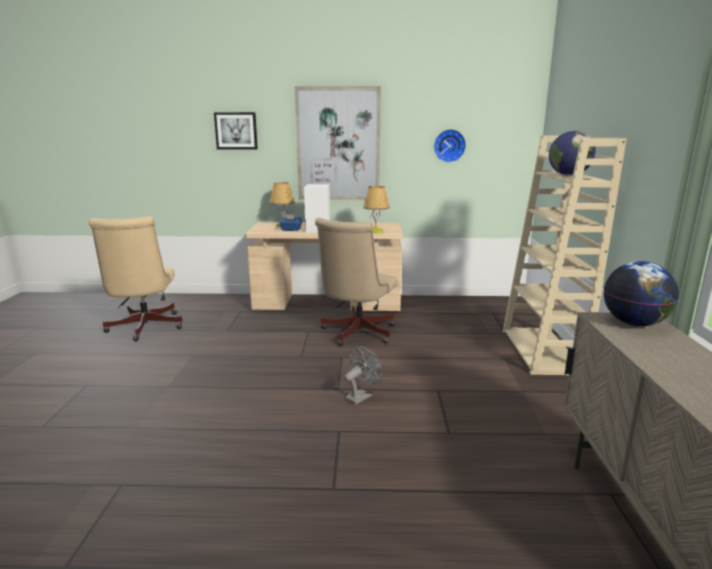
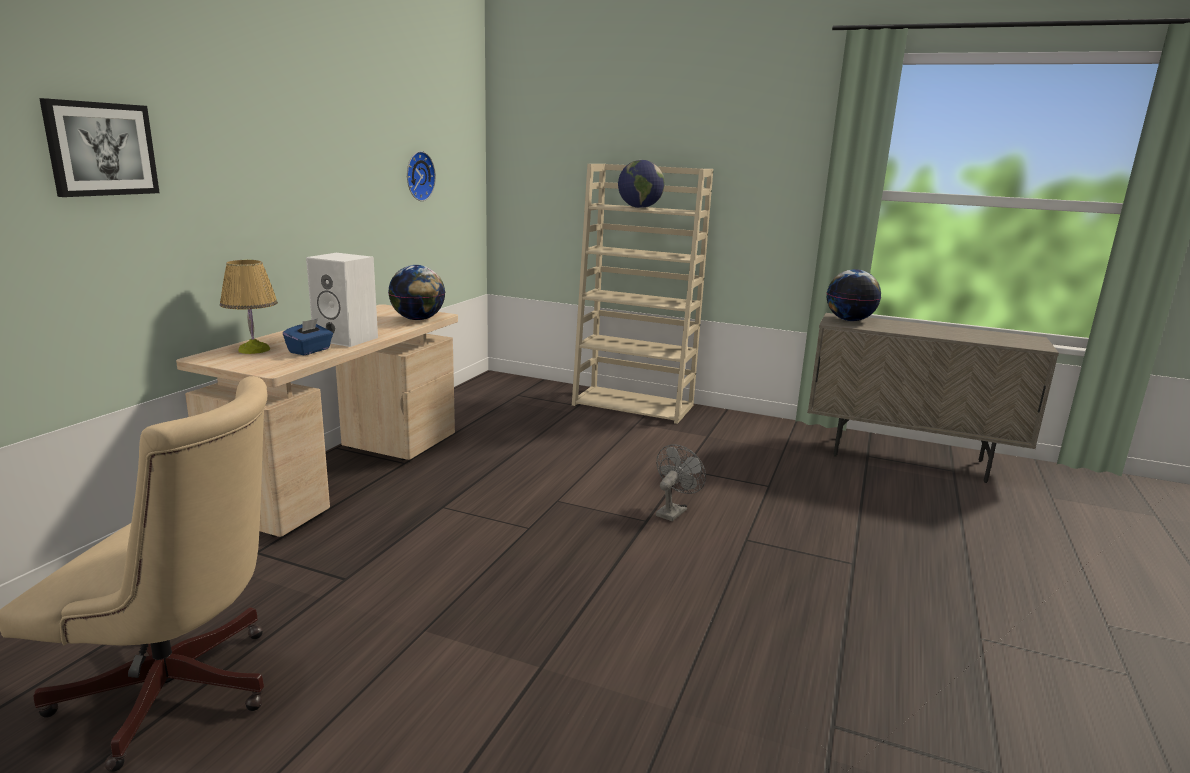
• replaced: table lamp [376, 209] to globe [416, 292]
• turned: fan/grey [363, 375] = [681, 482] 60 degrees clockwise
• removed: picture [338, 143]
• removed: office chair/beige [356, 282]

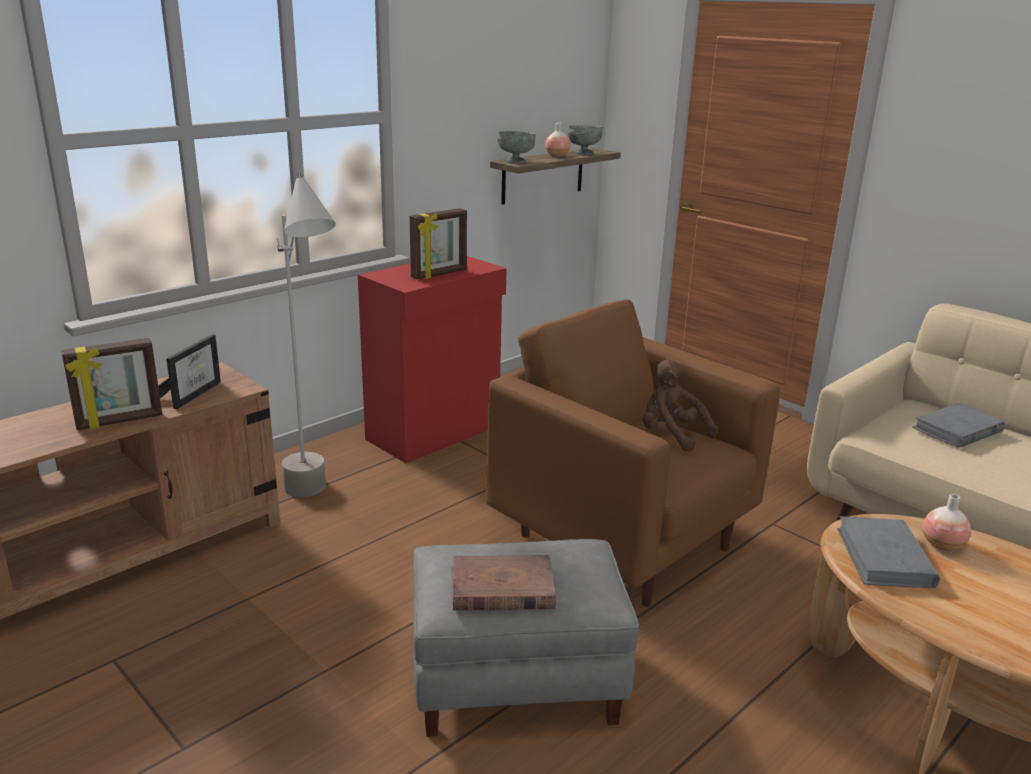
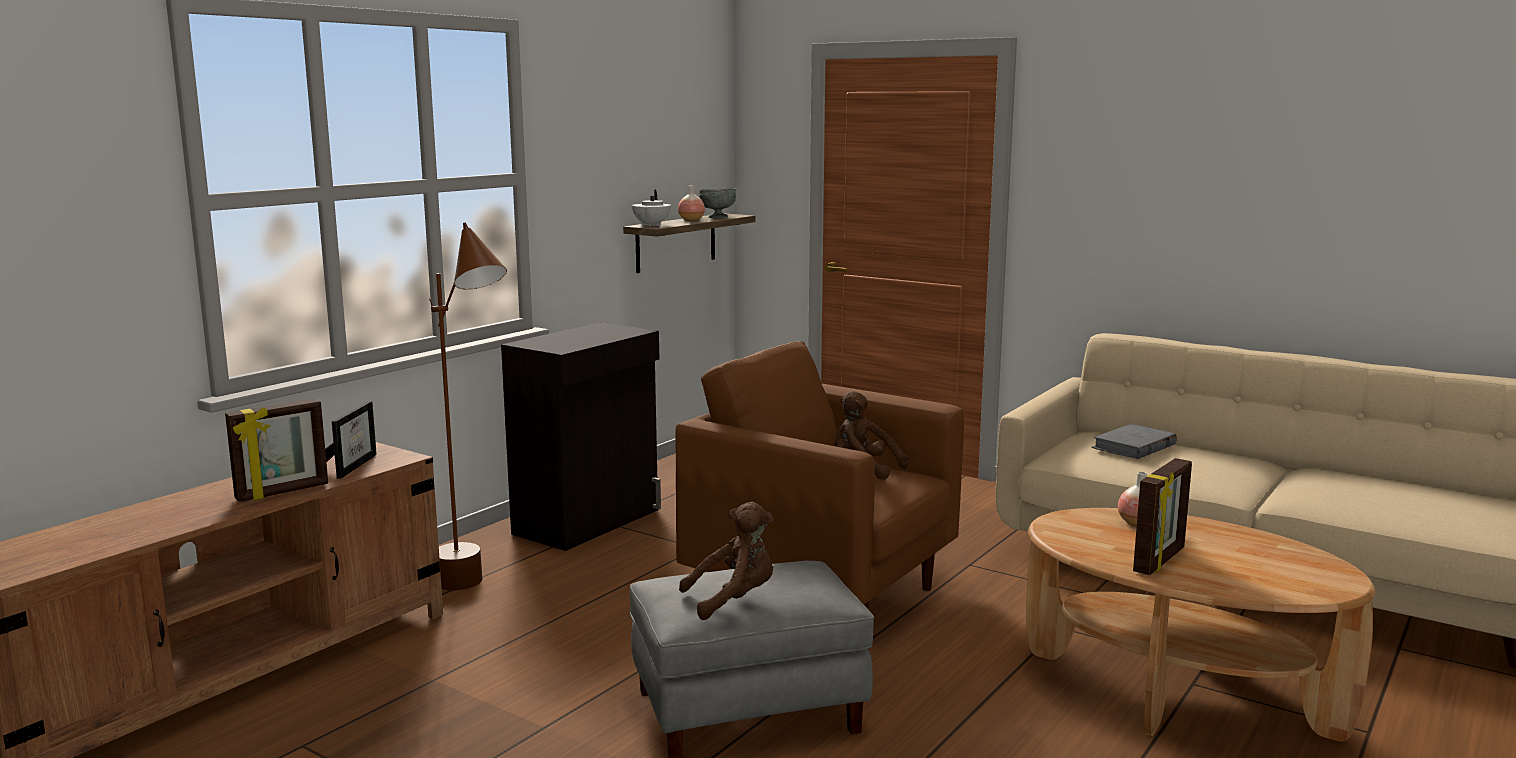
• recoloured: floor lamp/grey [306, 334] to floor lamp/brown [468, 407]
• recoloured: cabinet/red [432, 359] to cabinet/black [581, 436]
• replaced: bowl/grey [516, 147] to teapot/white [651, 208]
• replaced: book/brown [504, 583] to plush toy/brown [726, 561]
• moved: picture frame [438, 244] to [1162, 516]
• removed: book/grey [888, 552]

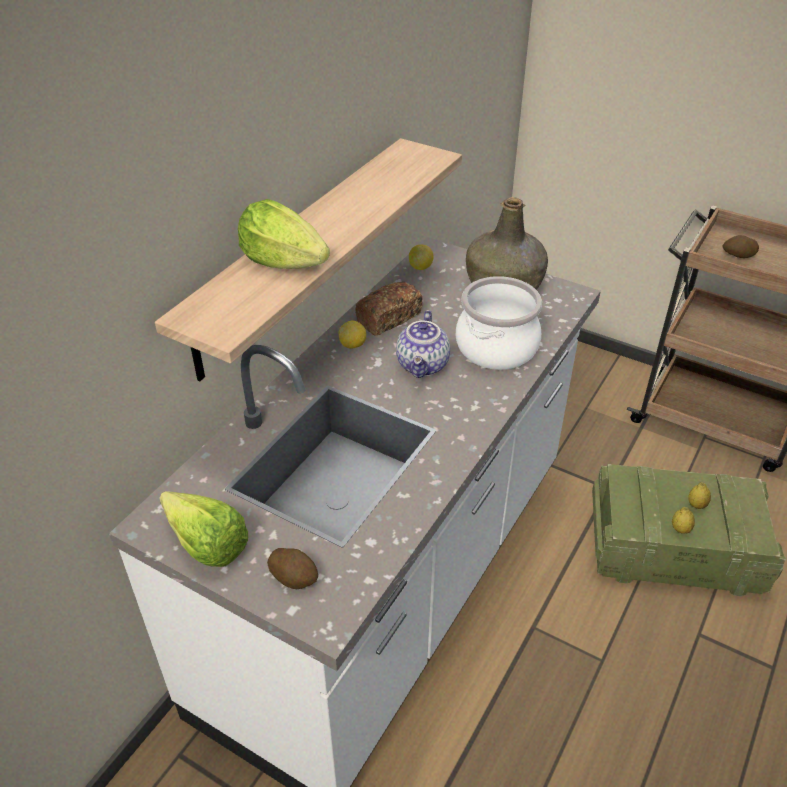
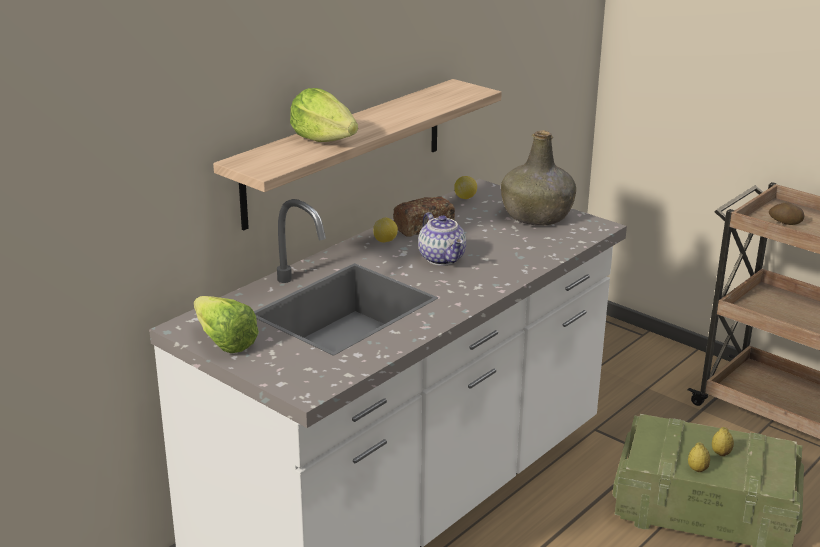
• turned: teapot [423, 344] = [442, 239] 45 degrees counterclockwise
• removed: potato [292, 568]
• removed: cooking pot [499, 323]

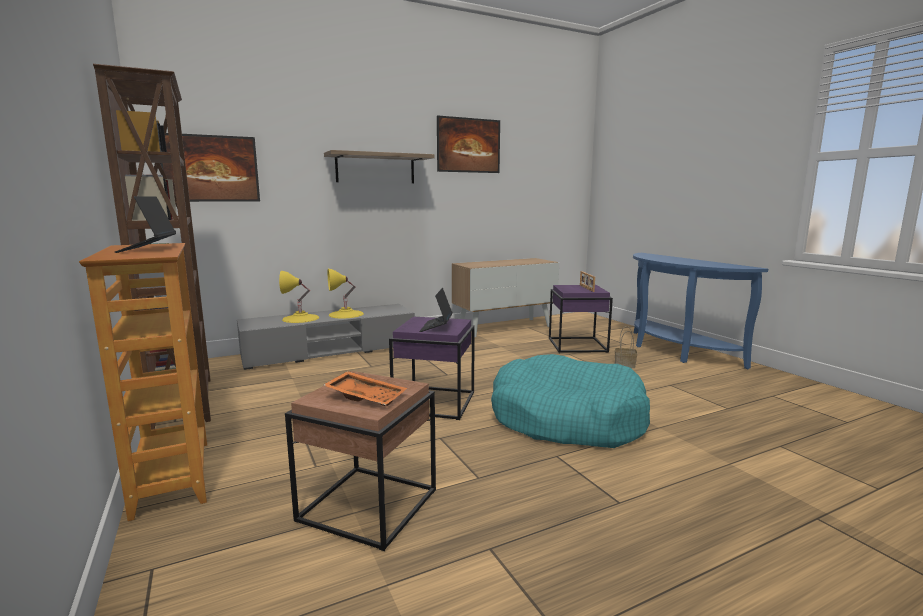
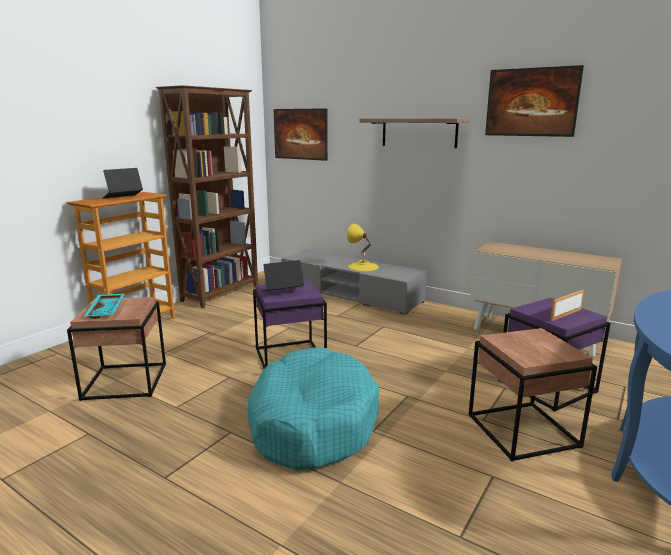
• recoloured: tray/orange [365, 388] to tray/turquoise [104, 306]
• replaced: basket [626, 347] to side table/brown [533, 395]
• removed: table lamp/yellow [299, 297]

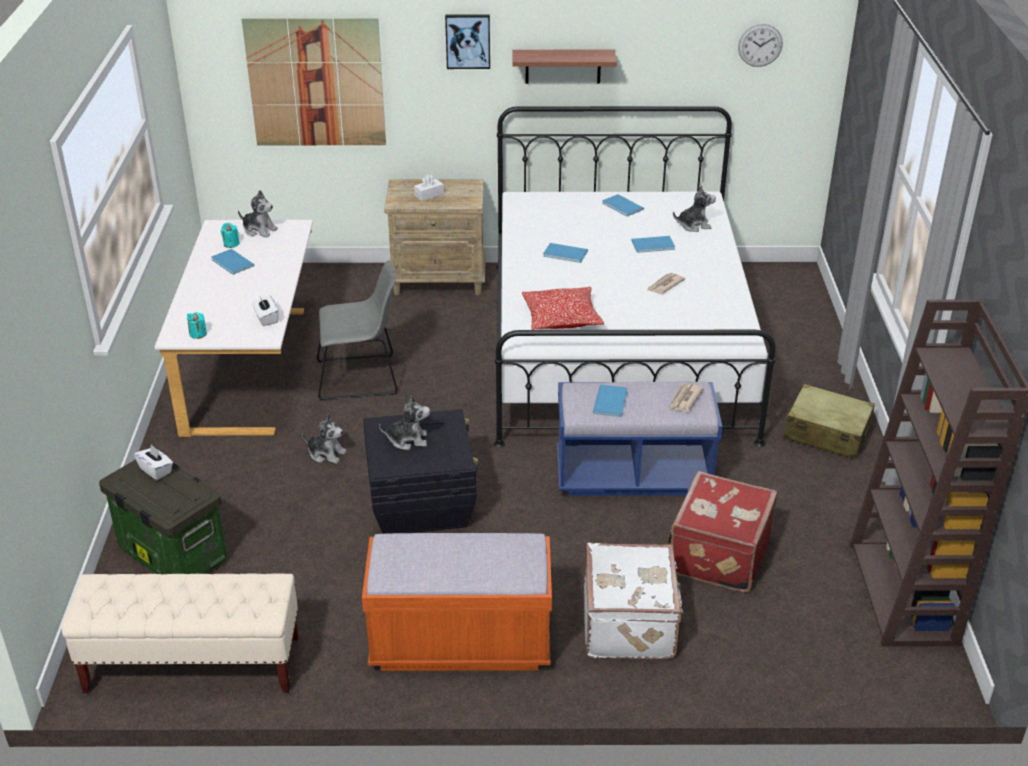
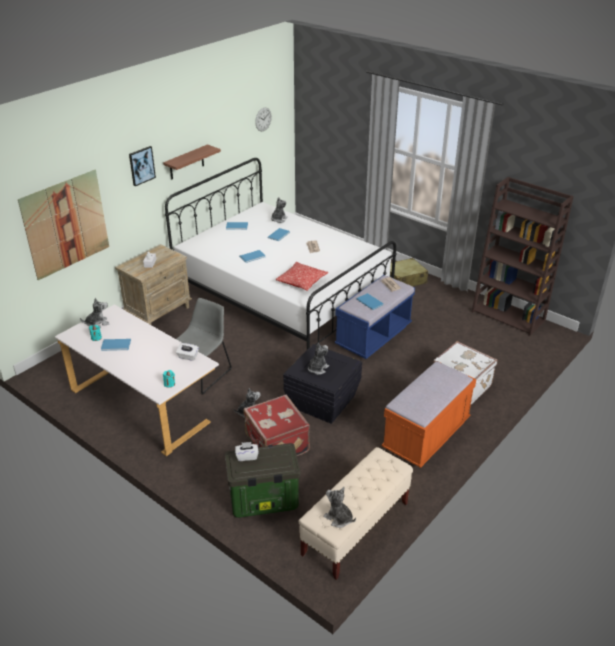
• moved: suitcase/red [722, 531] to [276, 425]
• added: plush toy [339, 507]

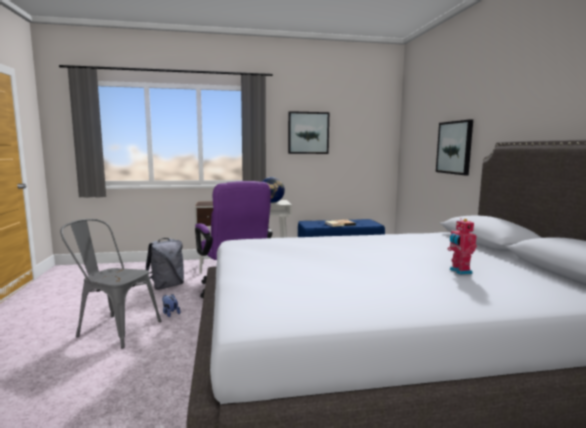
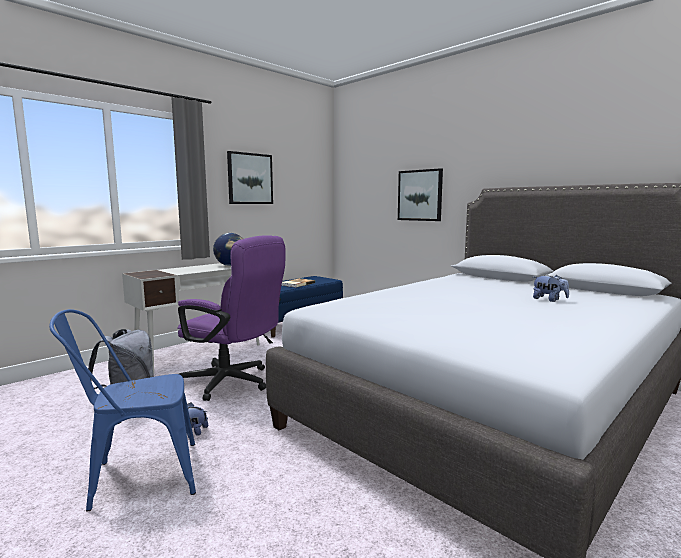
• recoloured: chair/grey [111, 284] to chair/blue [122, 410]
• replaced: toy robot [462, 246] to plush toy [551, 288]

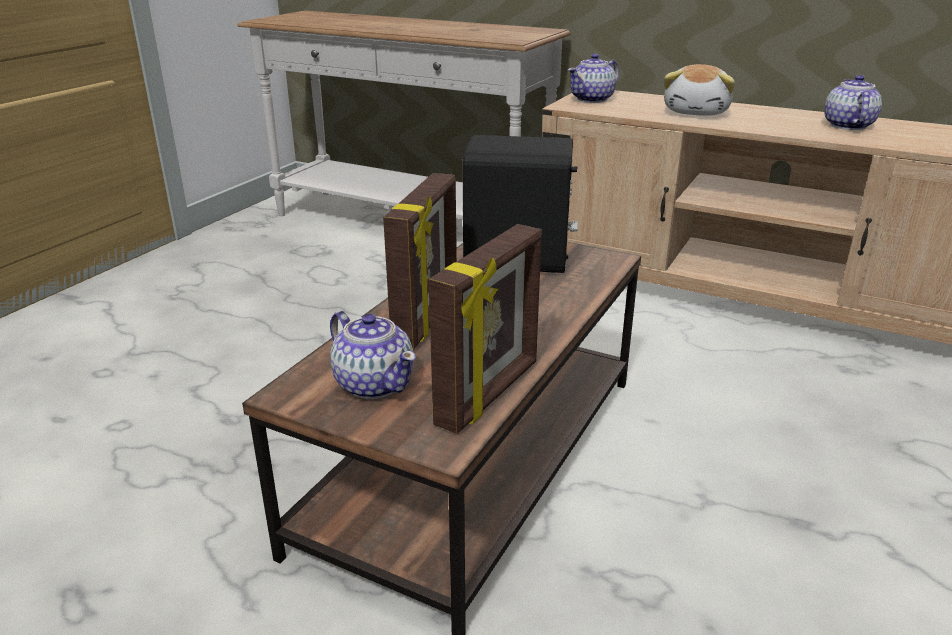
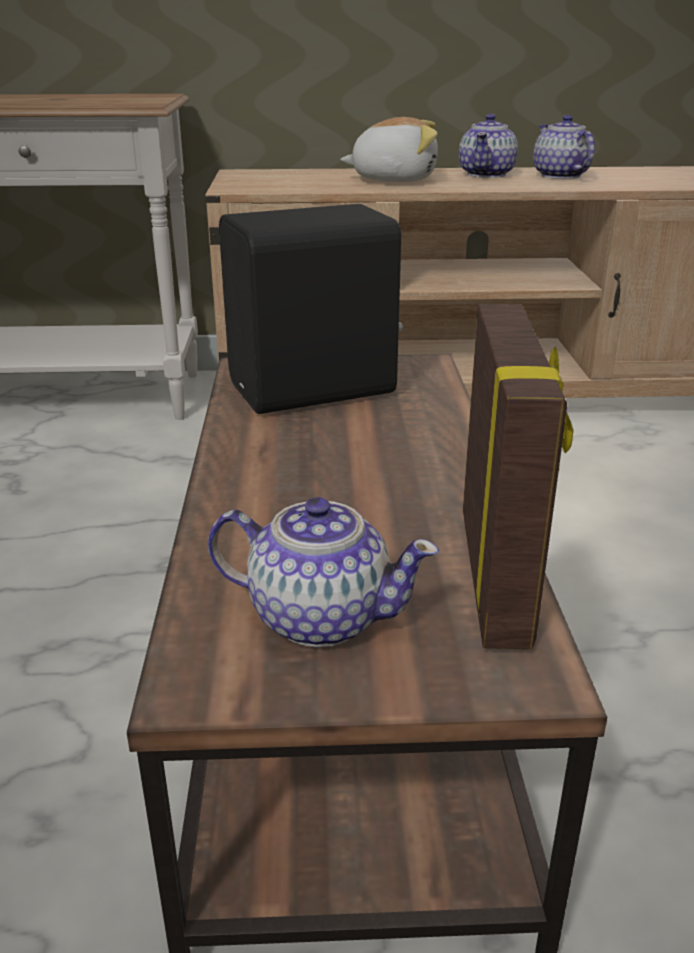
• turned: plush toy [699, 90] = [389, 149] 75 degrees counterclockwise
• moved: teapot [593, 78] to [488, 146]
• removed: picture frame [420, 261]

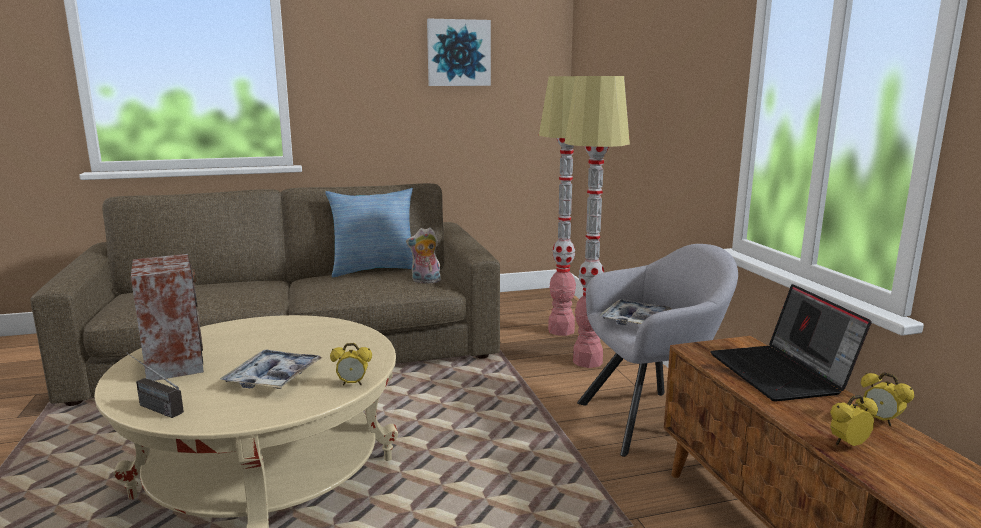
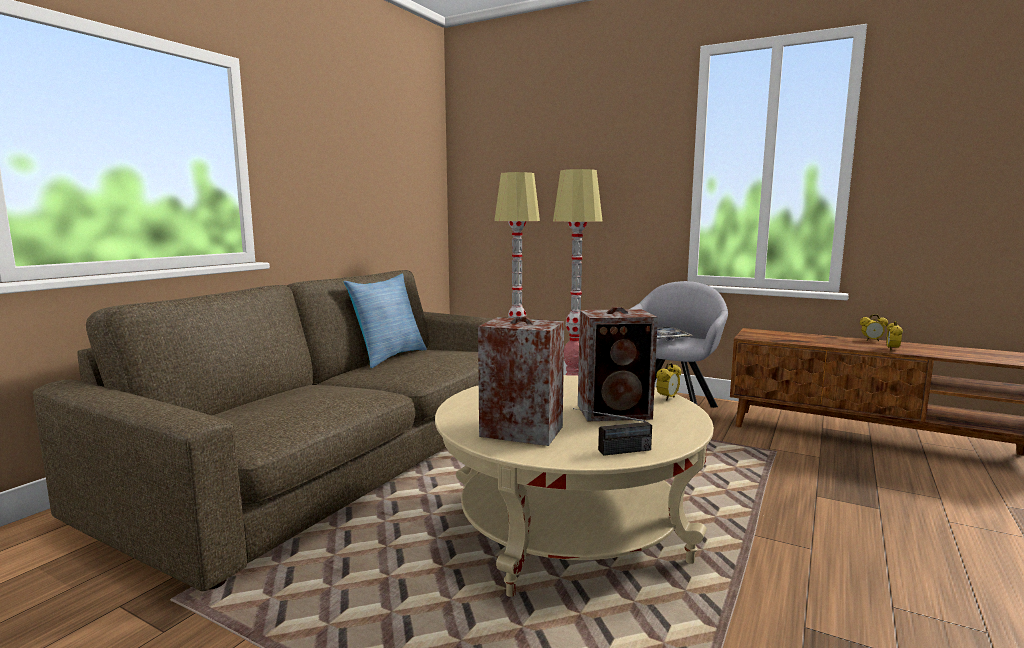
• replaced: tray [271, 369] to speaker [618, 364]
• removed: plush toy [423, 256]
• removed: picture [459, 52]
• removed: laptop [791, 342]

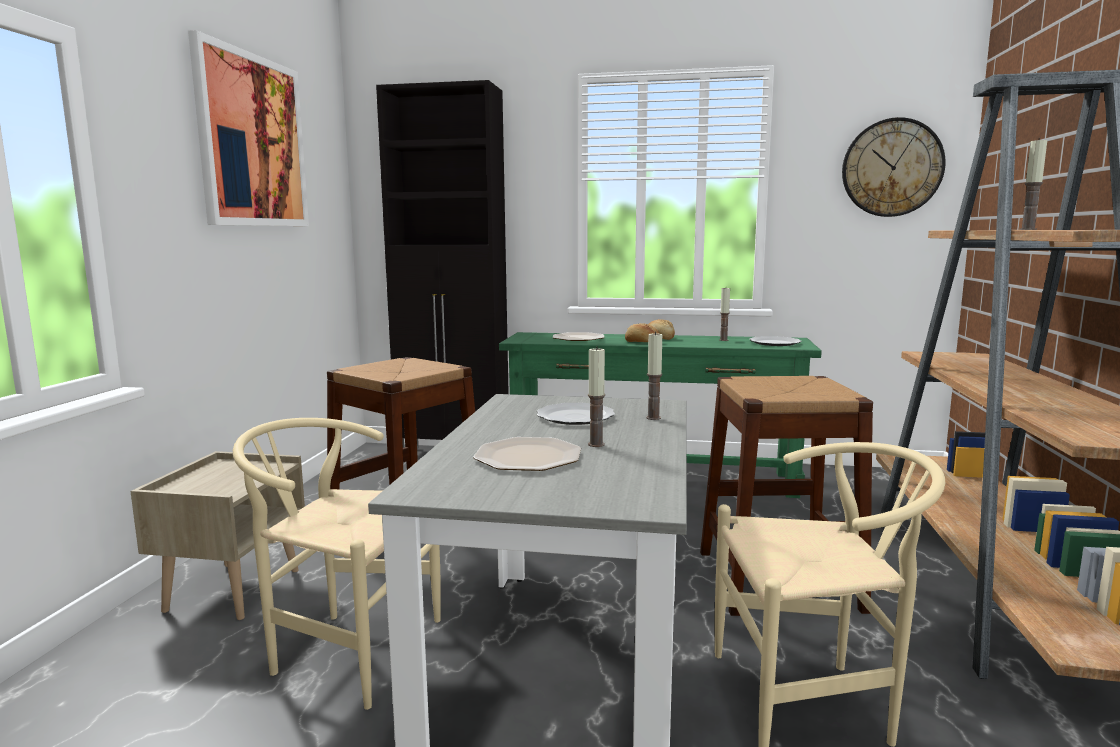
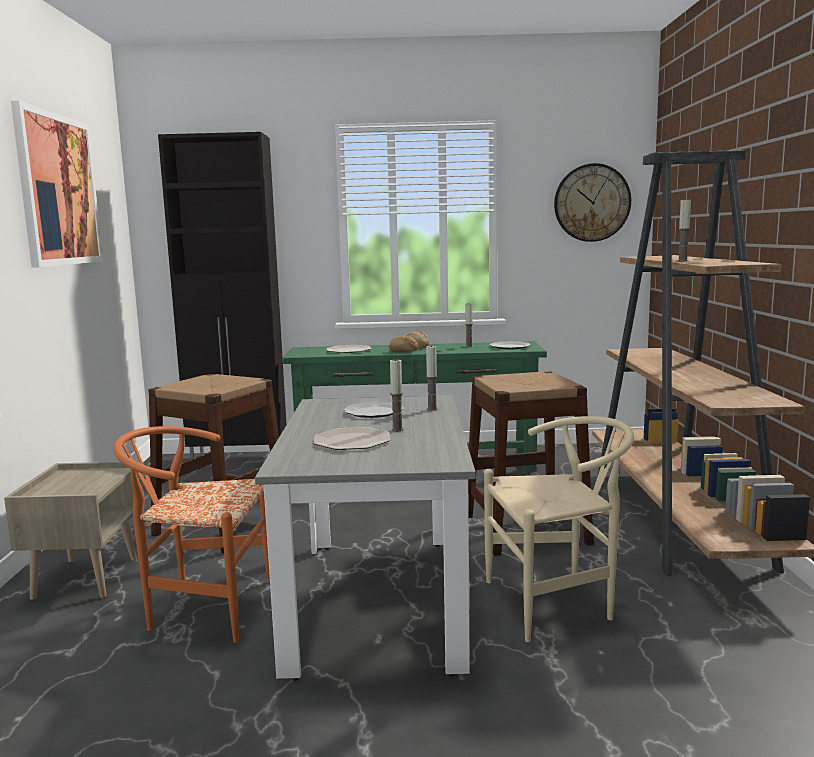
• recoloured: chair/beige [337, 564] to chair/orange [192, 534]

